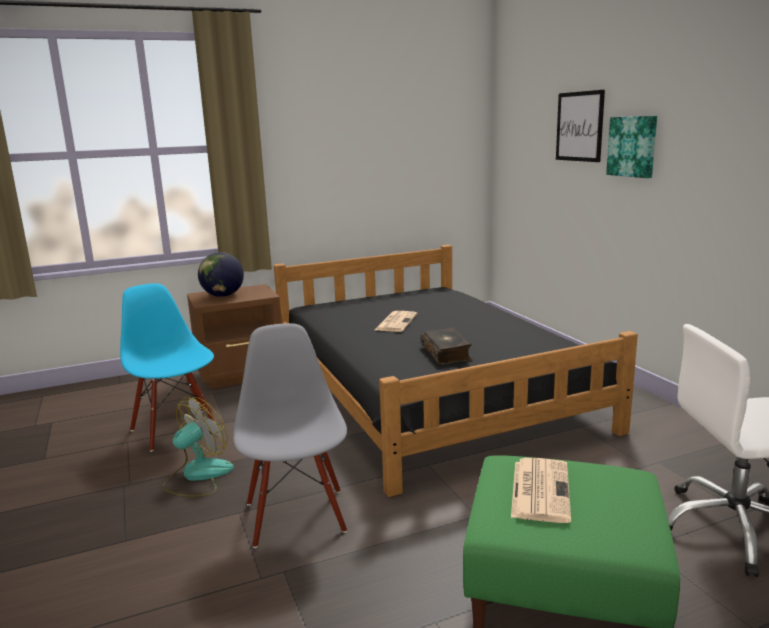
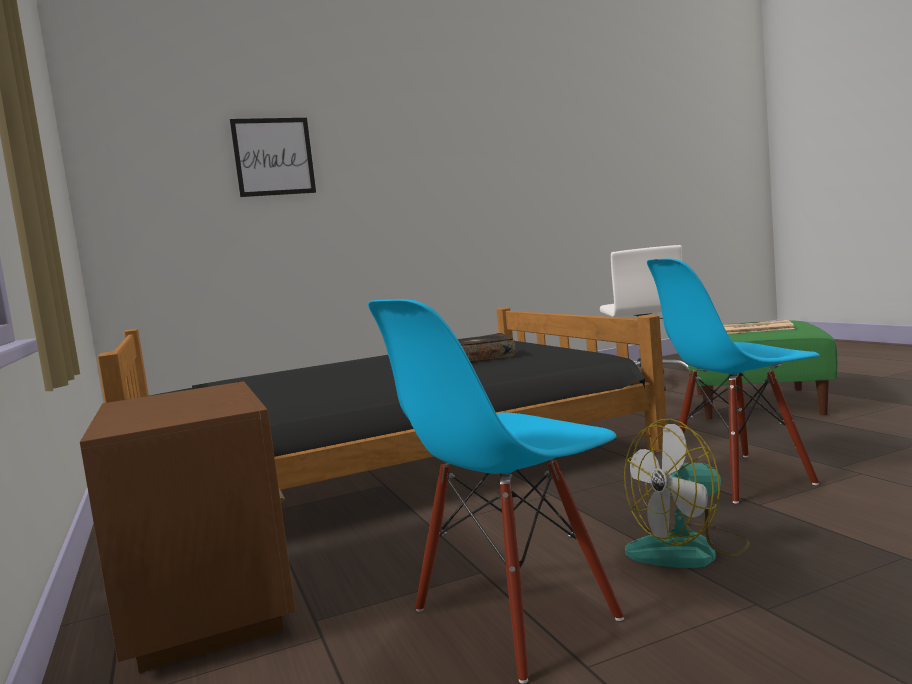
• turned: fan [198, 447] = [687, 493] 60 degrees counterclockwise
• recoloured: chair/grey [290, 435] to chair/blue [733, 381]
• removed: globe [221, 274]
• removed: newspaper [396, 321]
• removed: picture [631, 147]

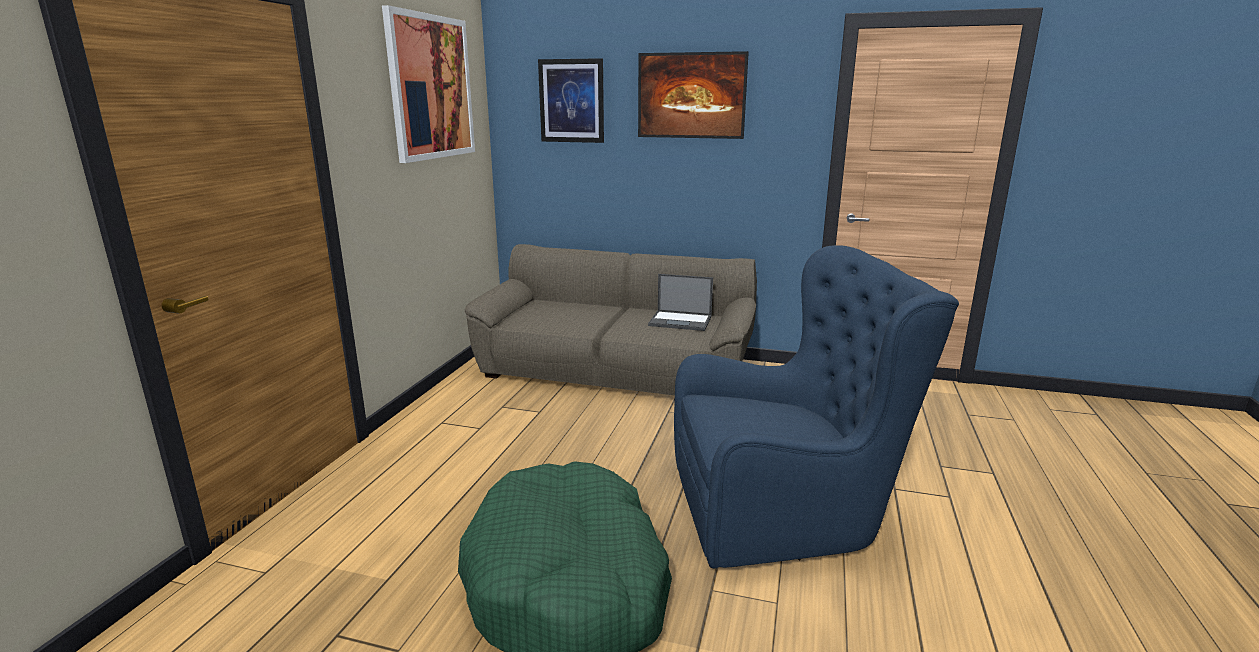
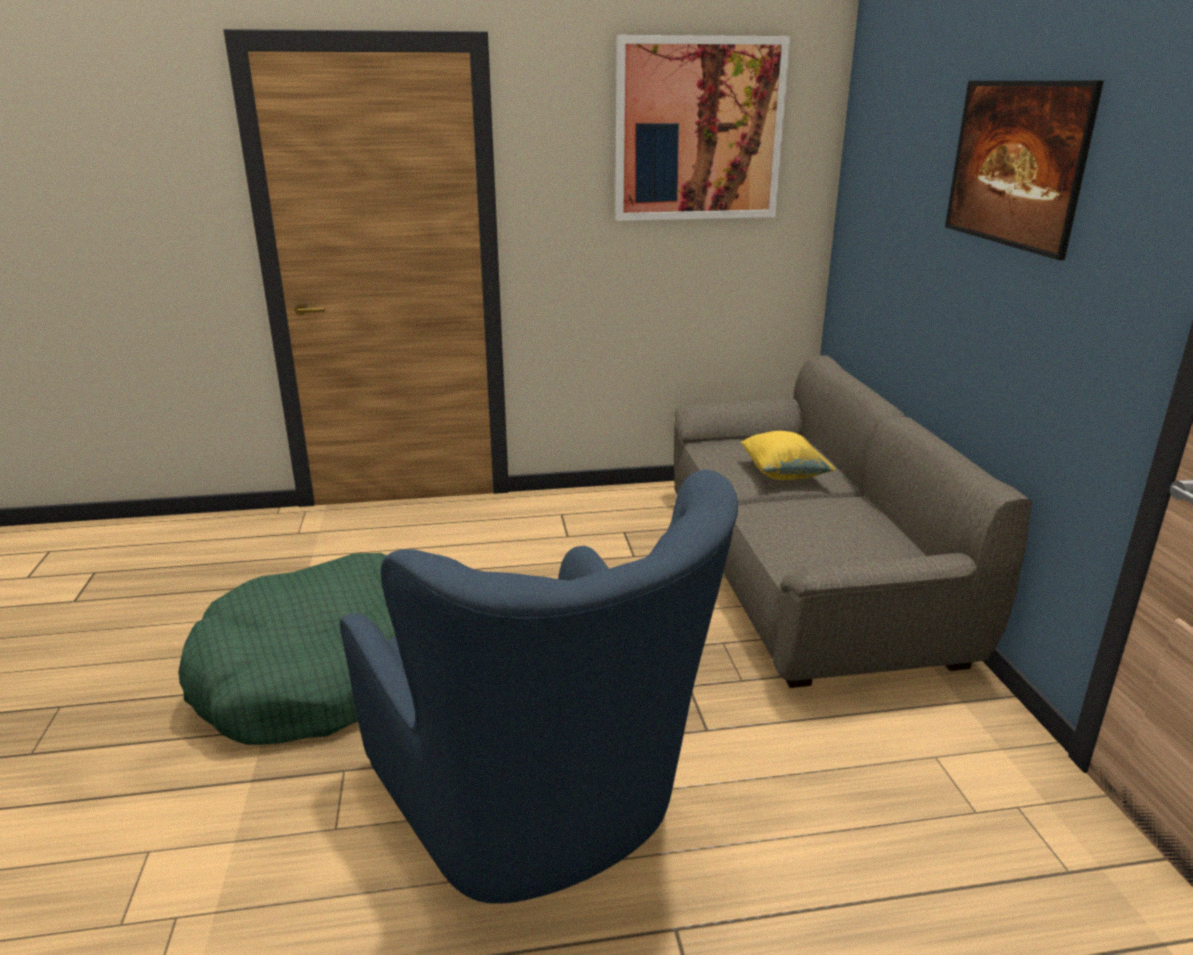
• added: pillow/yellow [788, 455]
• removed: picture [571, 100]
• removed: laptop [680, 302]

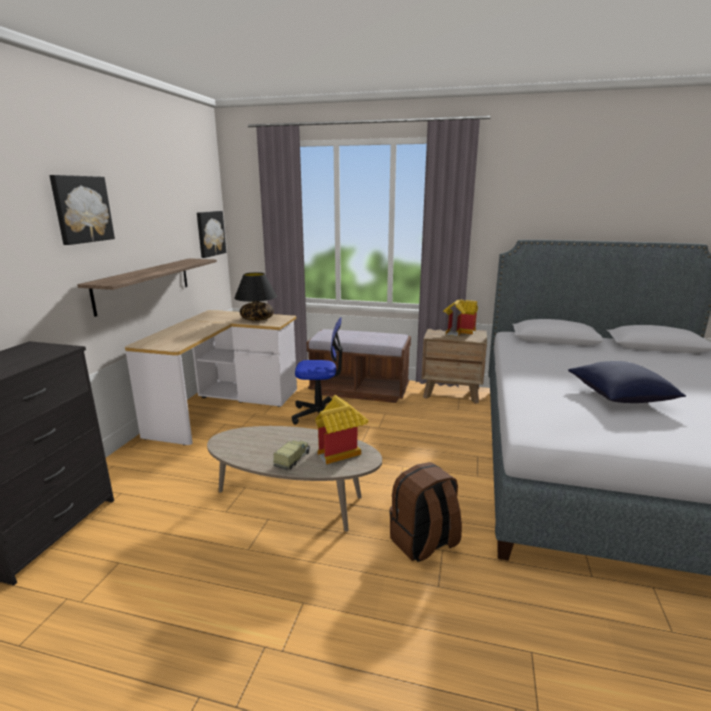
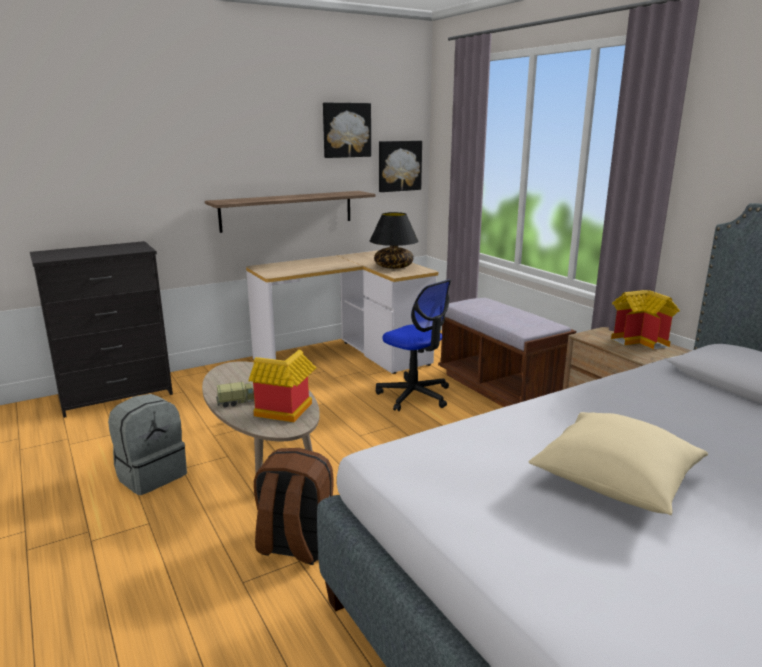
• added: backpack/grey [147, 444]
• moved: picture [82, 210] to [347, 130]
• recoloured: pillow/blue [627, 382] to pillow/beige [618, 463]

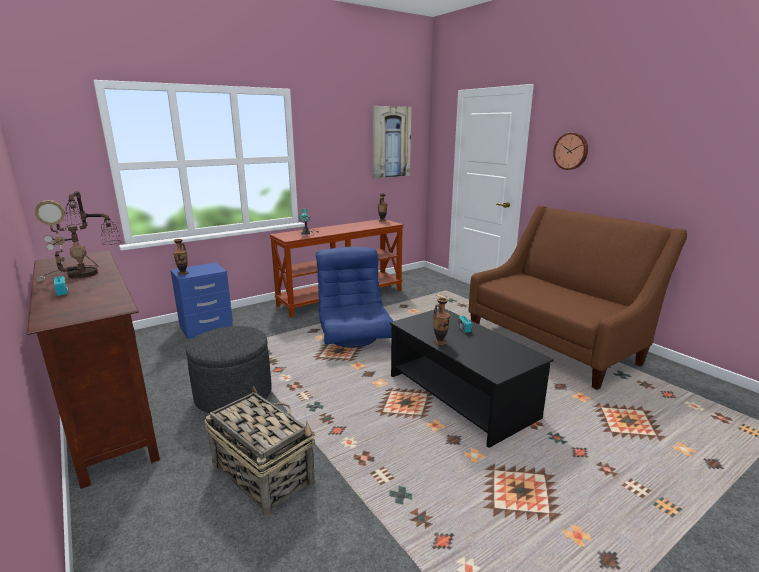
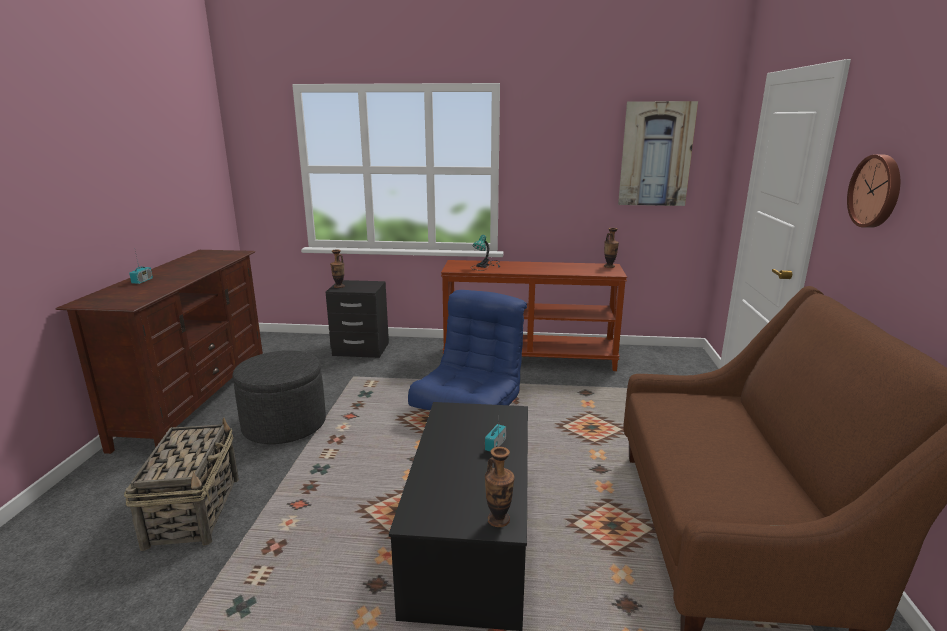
• recoloured: nightstand/blue [201, 300] to nightstand/black [357, 319]
• moved: vase [441, 321] to [500, 487]
• removed: table lamp [78, 236]

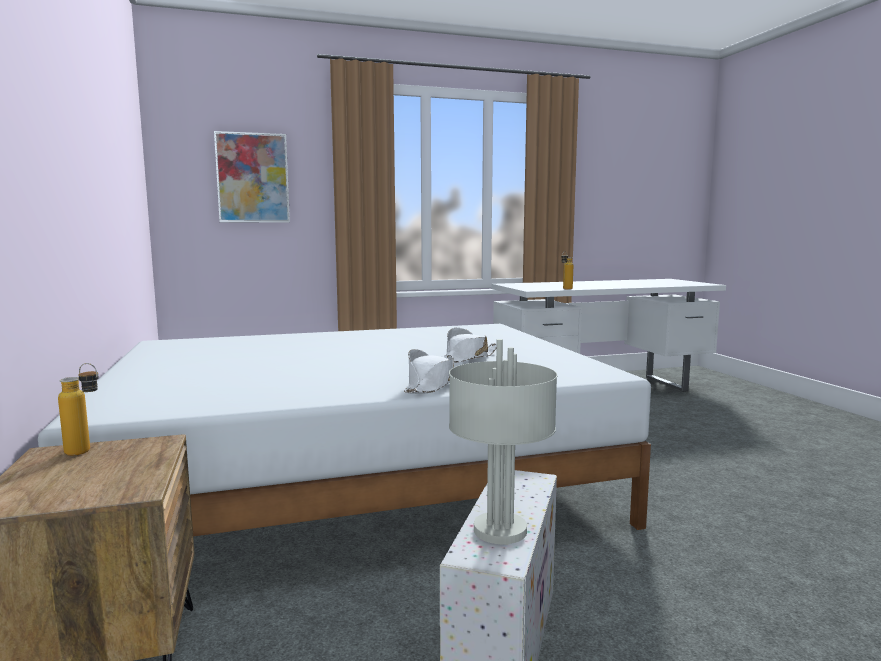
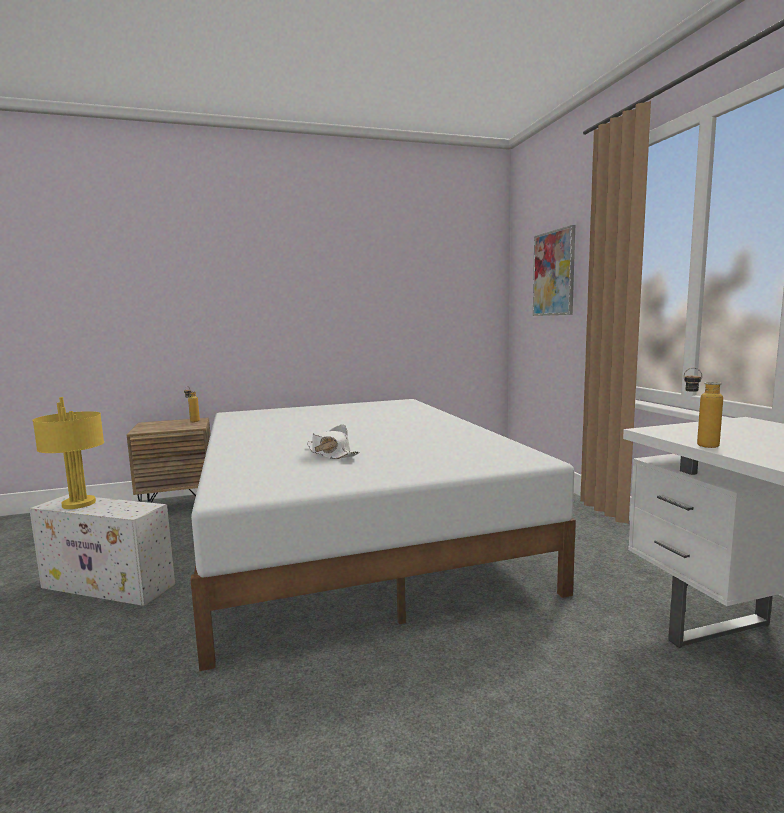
• recoloured: table lamp/grey [503, 441] to table lamp/yellow [68, 453]
• removed: hat/white [429, 371]

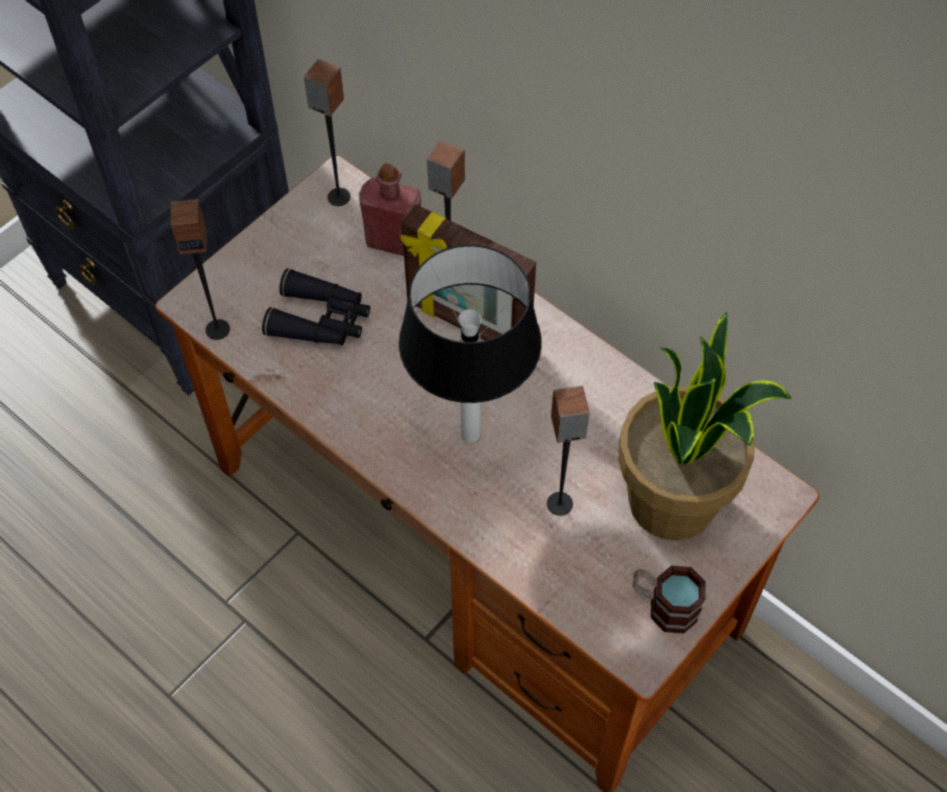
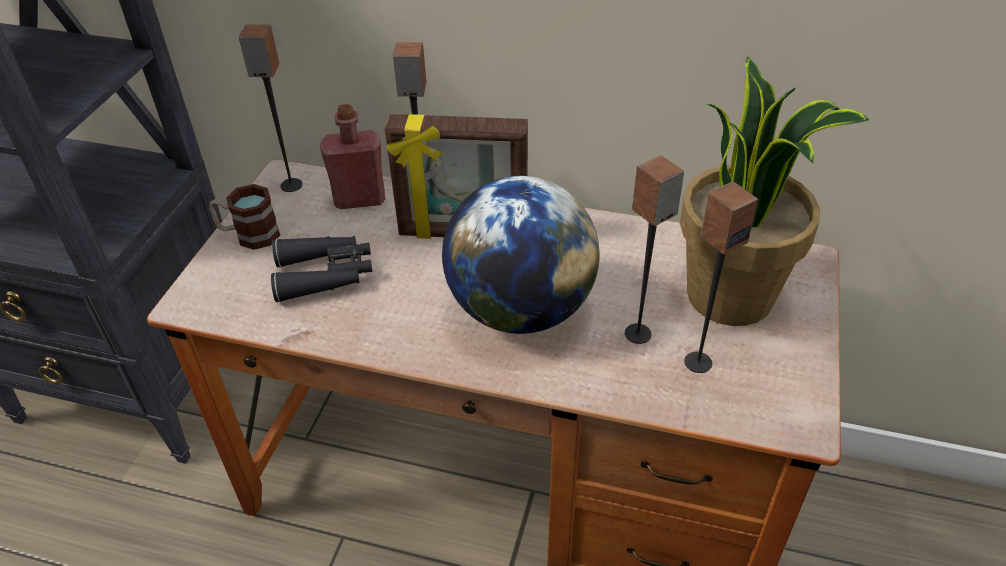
• moved: mug [669, 600] to [244, 217]
• replaced: table lamp [470, 343] to globe [521, 255]
• moved: speaker [200, 269] to [721, 277]

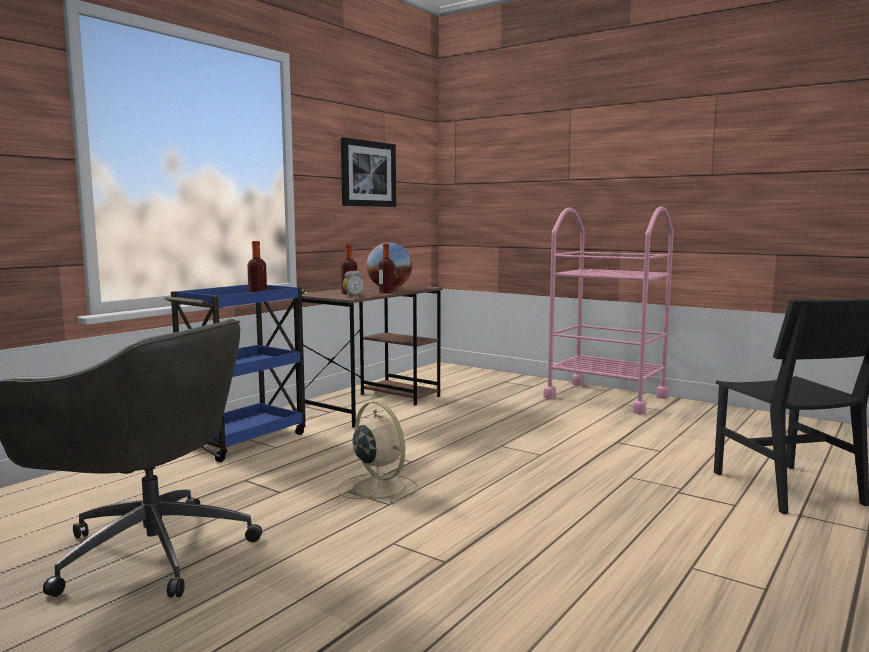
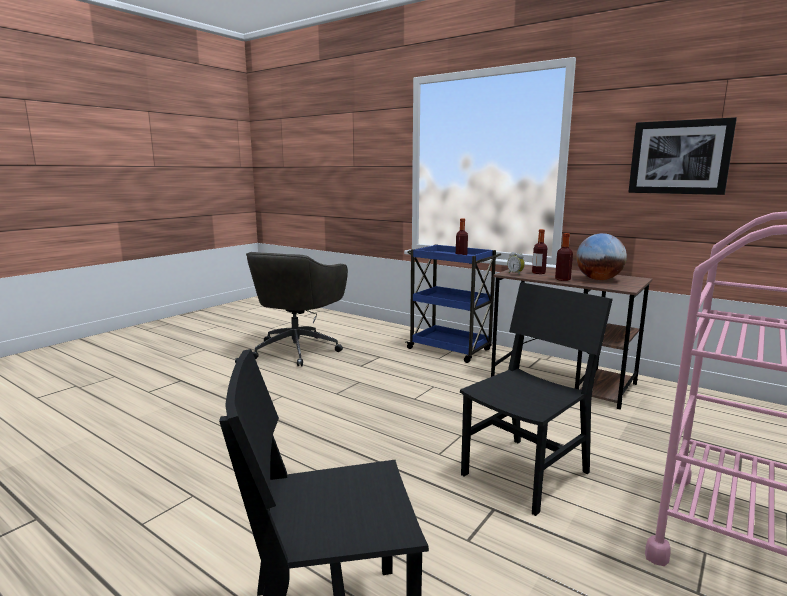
• added: chair/black [536, 399]
• removed: fan/beige [377, 453]

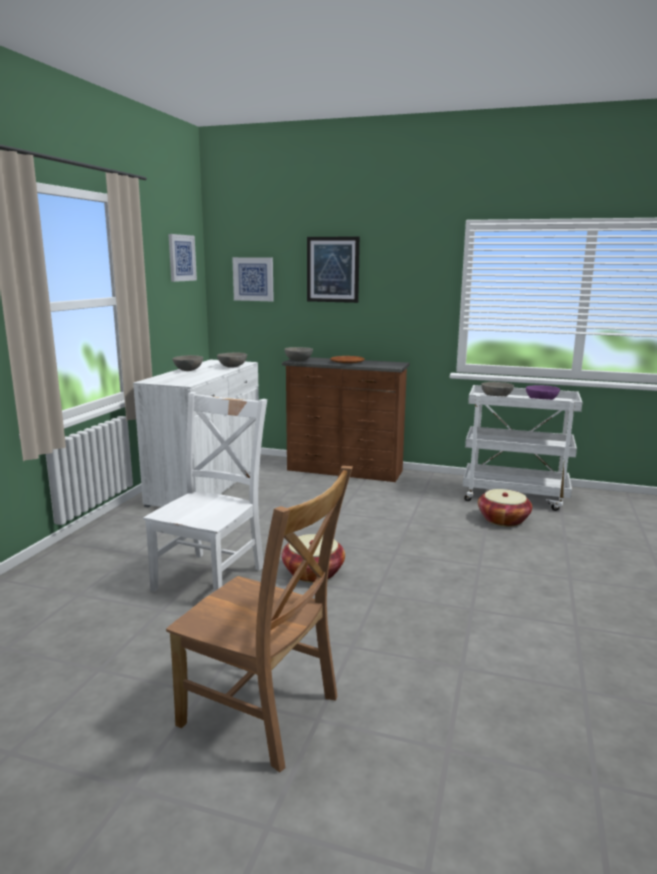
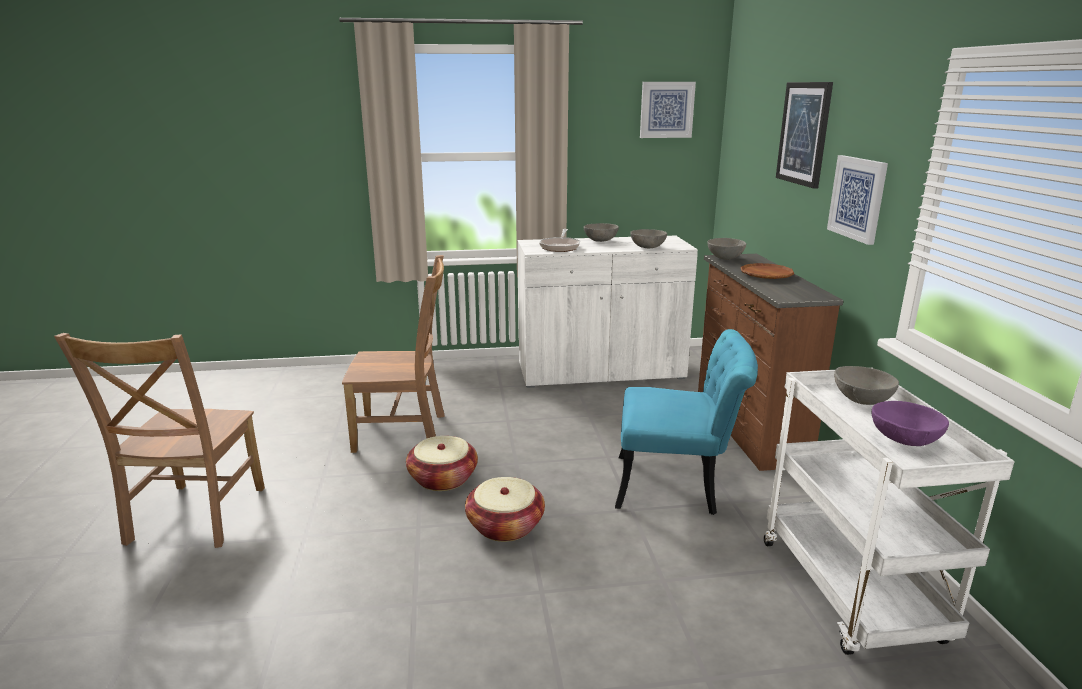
• recoloured: chair/white [205, 492] to chair/brown [393, 354]
• moved: basket [505, 508] to [505, 509]
• added: frying pan [560, 240]
• added: chair/turquoise [686, 422]
• moved: picture [253, 279] to [857, 200]

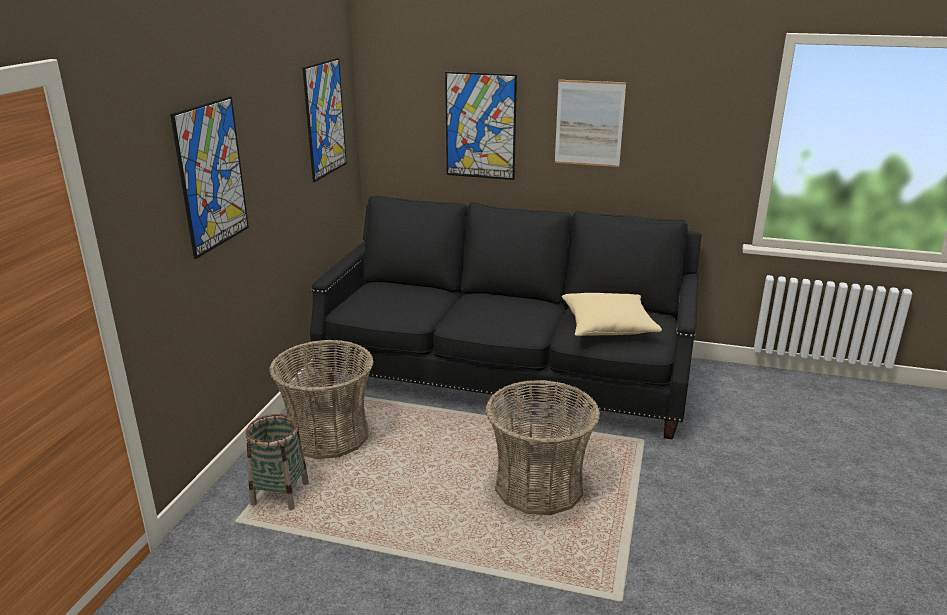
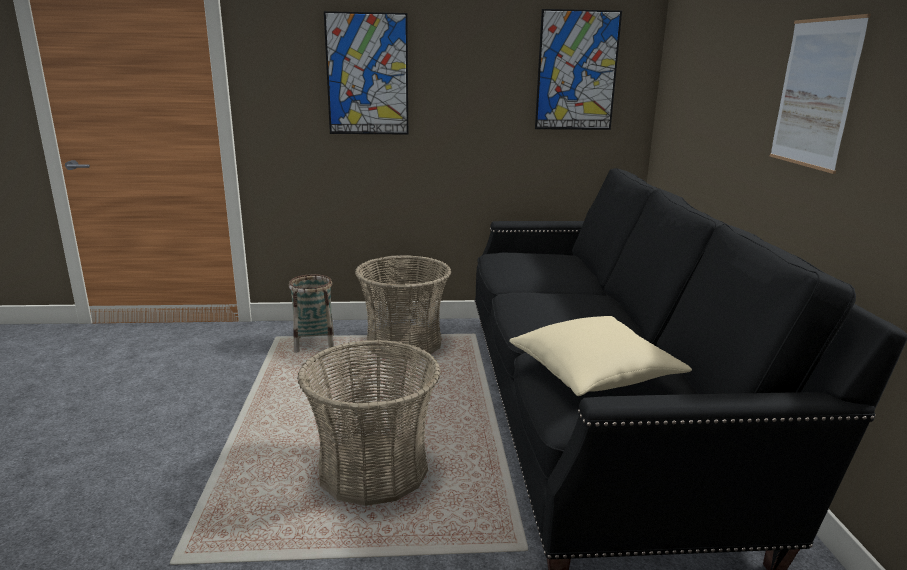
• removed: picture [481, 126]

